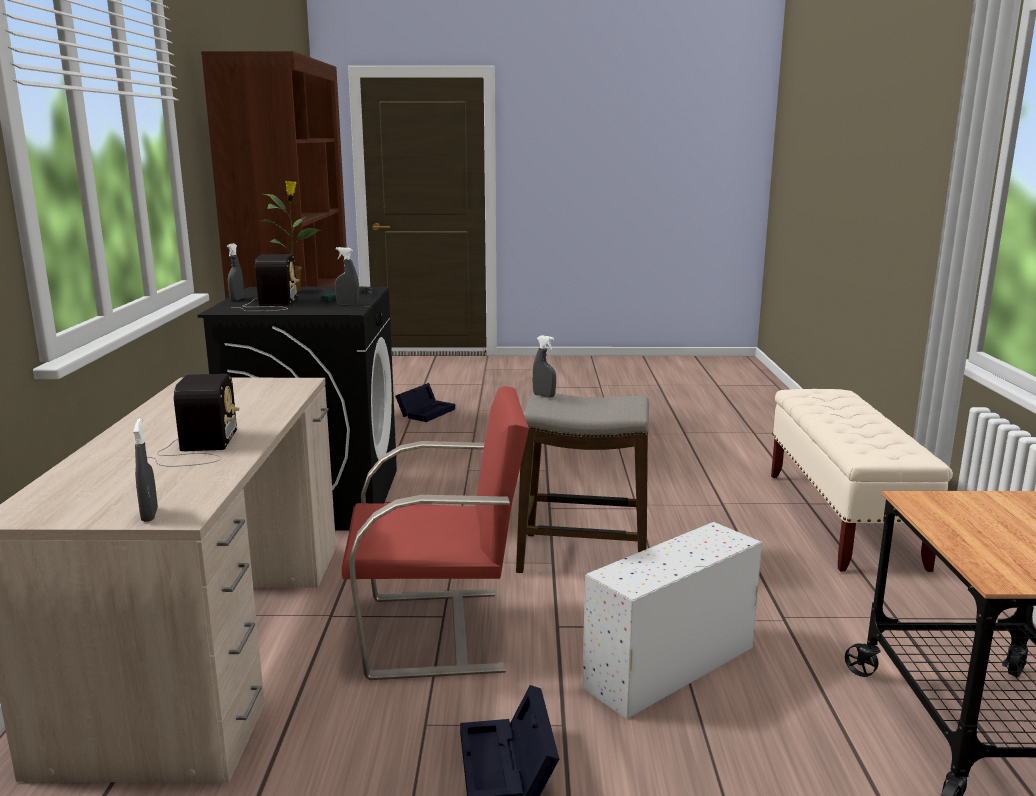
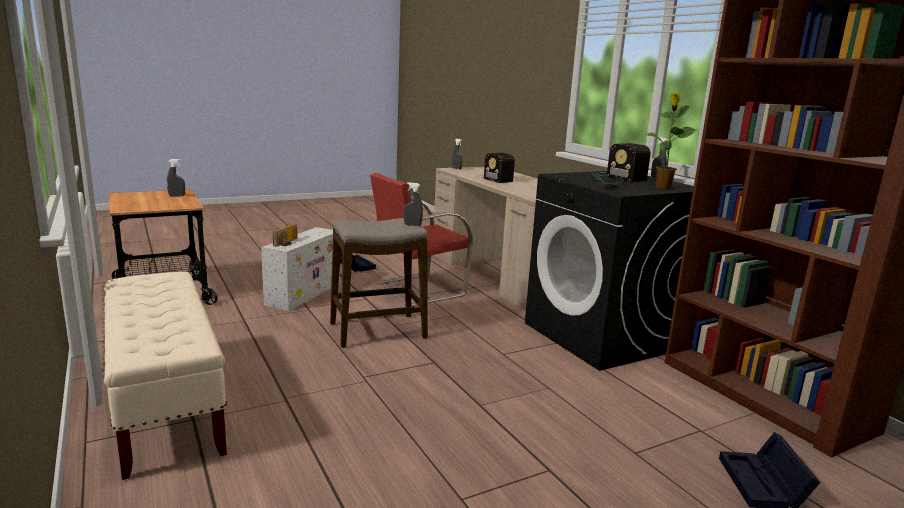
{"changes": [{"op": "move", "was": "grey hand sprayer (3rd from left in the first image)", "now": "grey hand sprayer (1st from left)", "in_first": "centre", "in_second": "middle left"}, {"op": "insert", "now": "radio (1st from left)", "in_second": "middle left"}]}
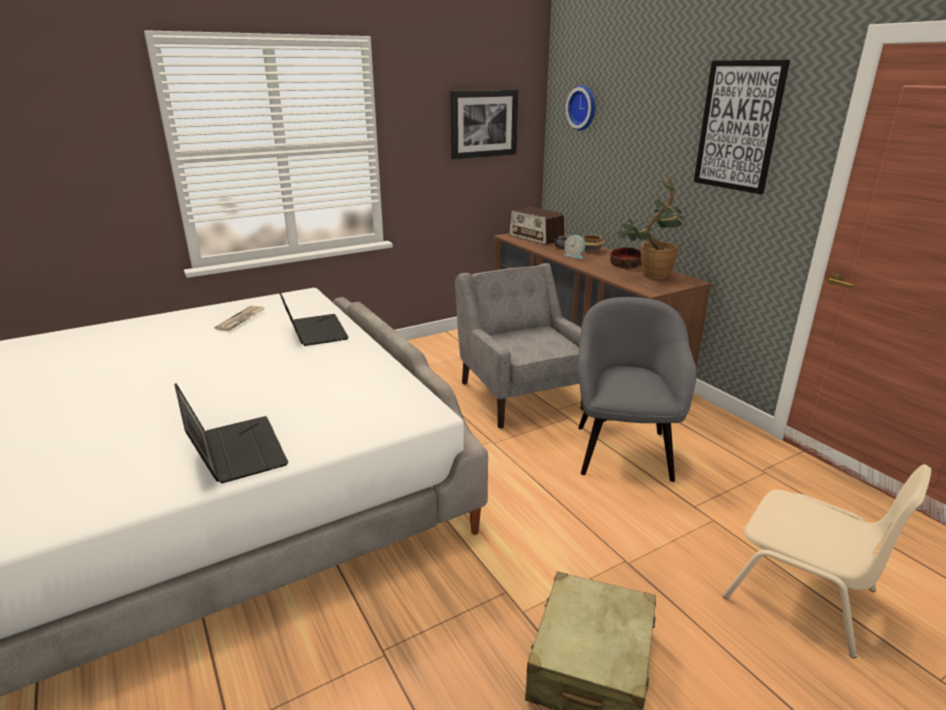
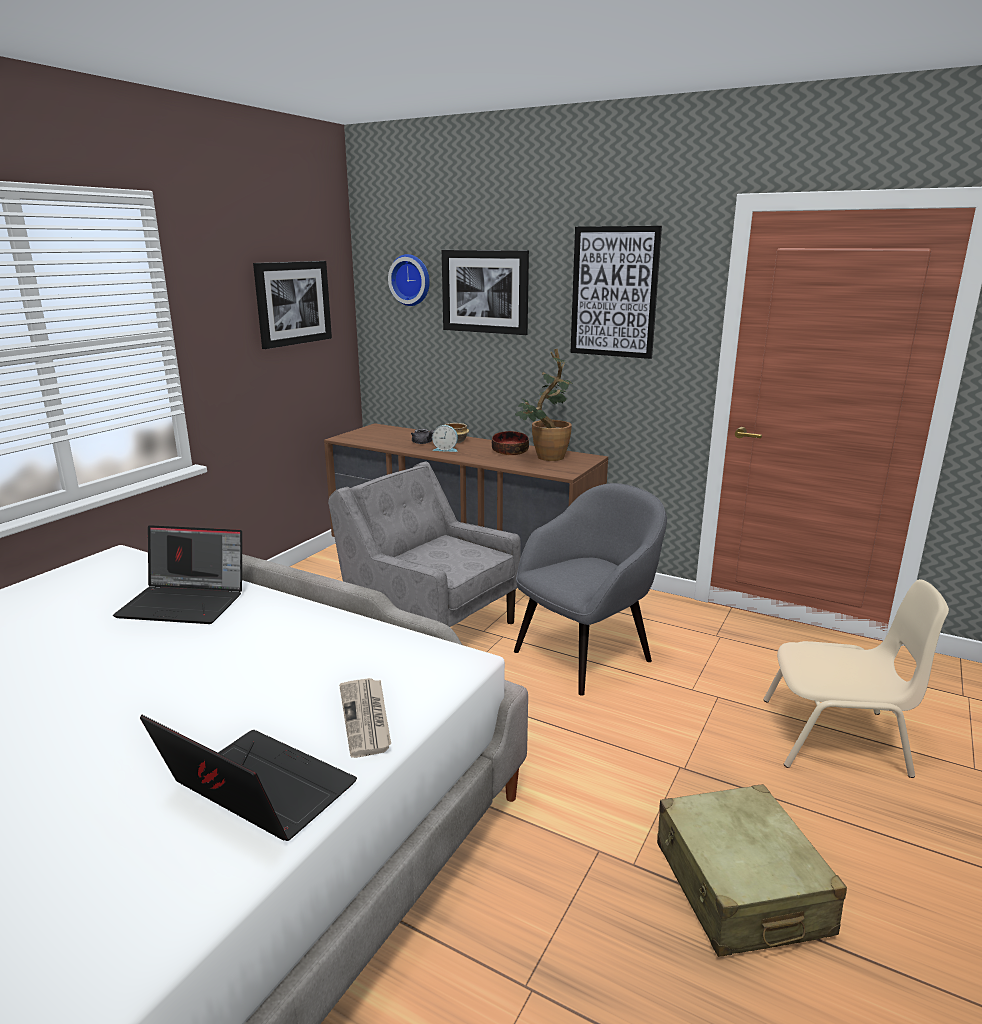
{"changes": [{"op": "delete", "was": "radio", "in_first": "top centre"}, {"op": "rotate", "was": "notebook computer (2nd from left in the first image)", "in_first": "middle left", "in_second": "middle left", "clockwise": 150}, {"op": "rotate", "was": "grey easy chair (2nd from left)", "in_first": "middle right", "in_second": "centre", "clockwise": 75}, {"op": "move", "was": "newspaper", "in_first": "middle left", "in_second": "bottom centre"}, {"op": "insert", "now": "wall picture (2nd from left)", "in_second": "top centre"}]}
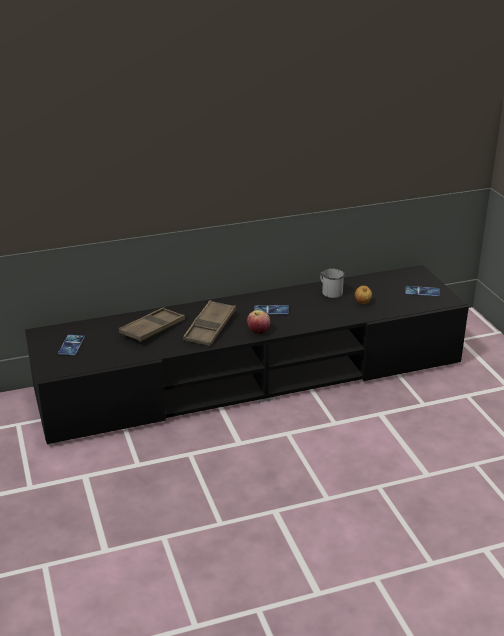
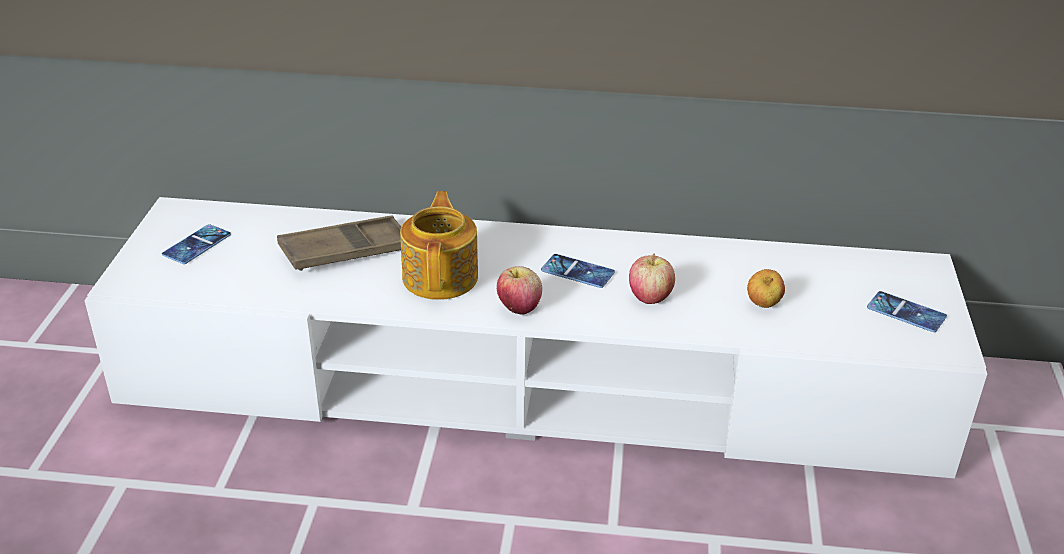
{"changes": [{"op": "recolor", "was": "black-coloured tv stand", "now": "white-coloured tv stand", "in_first": "centre", "in_second": "centre"}, {"op": "delete", "was": "white-coloured tea mug", "in_first": "centre"}, {"op": "replace", "was": "brown tray (2nd from left)", "now": "pot for tea", "in_first": "centre", "in_second": "centre"}, {"op": "insert", "now": "whole apple (2nd from left)", "in_second": "centre"}]}
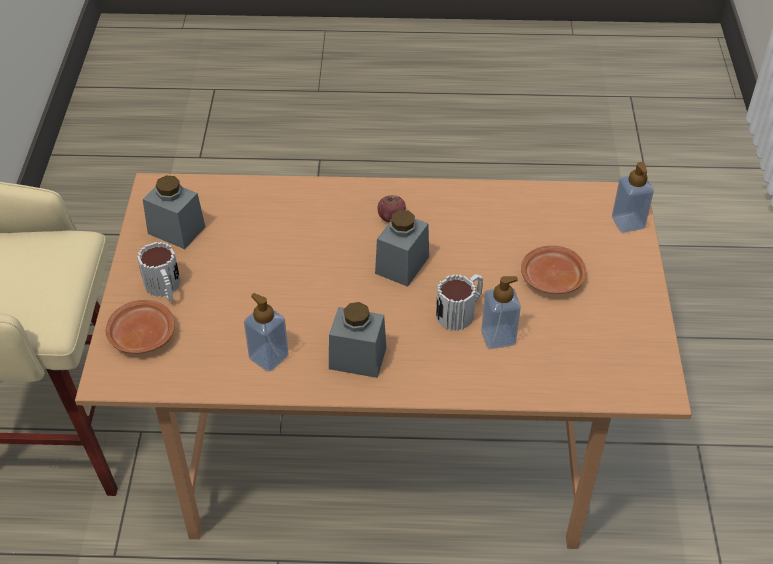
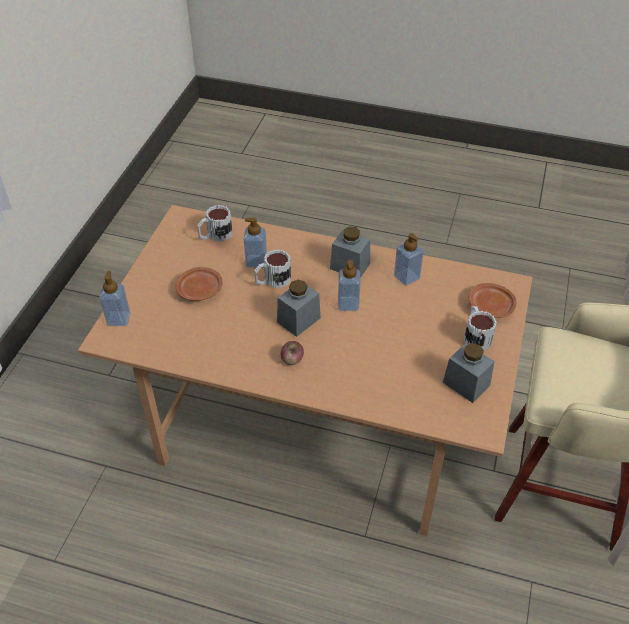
{"changes": [{"op": "insert", "now": "tea mug (1st from left)", "in_second": "centre"}, {"op": "insert", "now": "soap dispenser (3rd from left)", "in_second": "centre"}]}
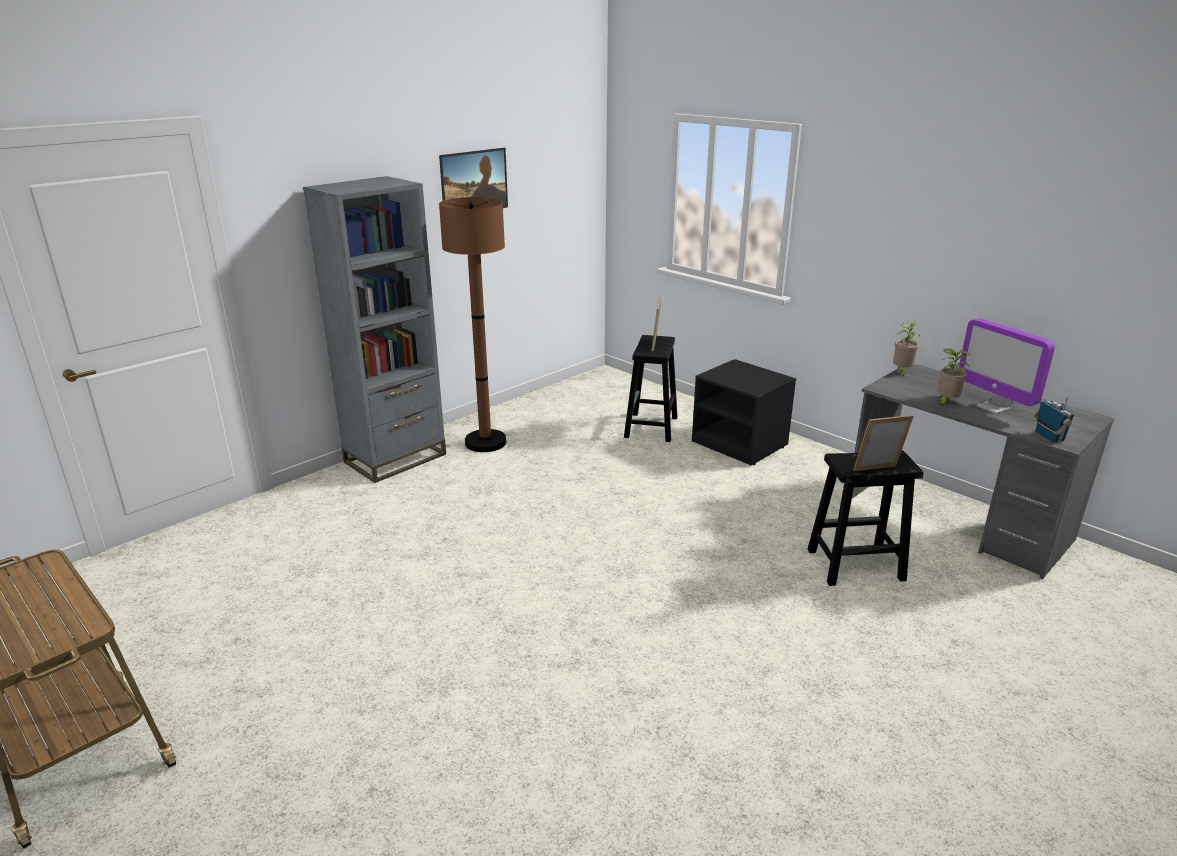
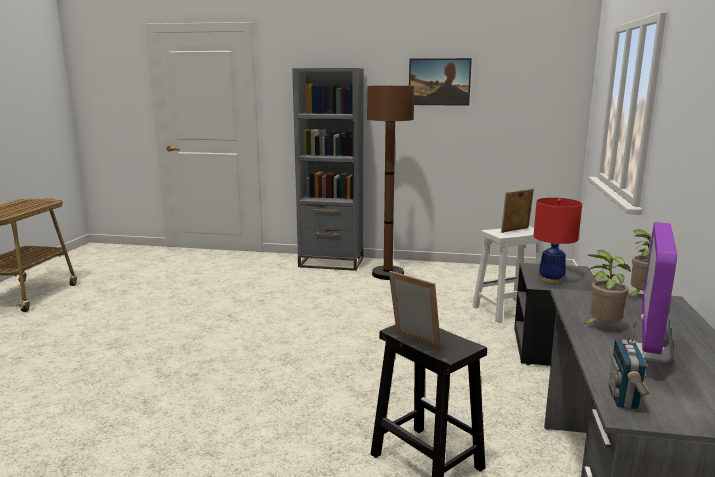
{"changes": [{"op": "recolor", "was": "black-coloured stool (1st from left)", "now": "white-coloured stool", "in_first": "centre", "in_second": "middle right"}, {"op": "rotate", "was": "radio", "in_first": "middle right", "in_second": "bottom right", "clockwise": 150}, {"op": "insert", "now": "red-coloured lamp for a table", "in_second": "middle right"}]}
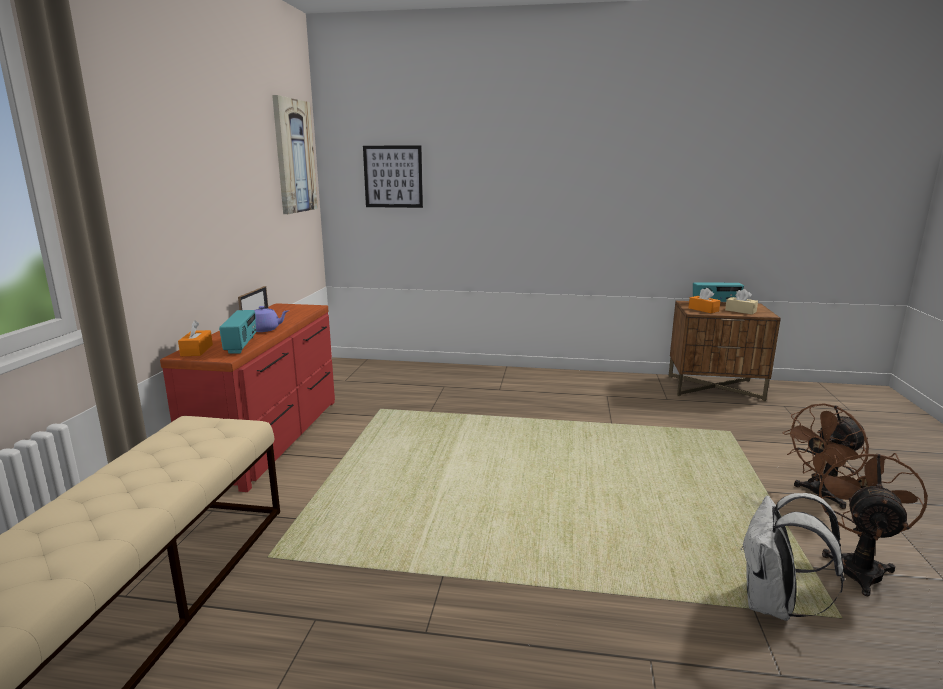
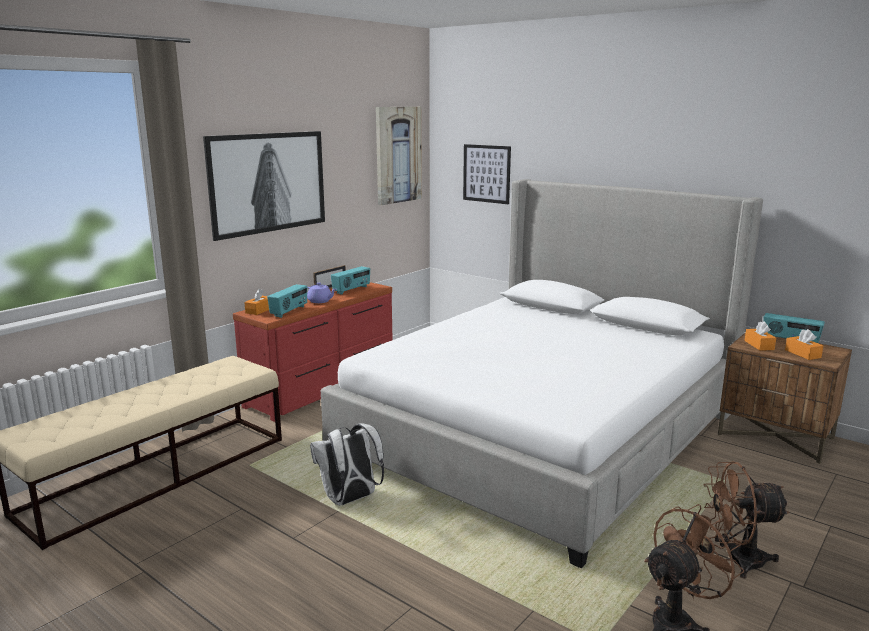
{"changes": [{"op": "recolor", "was": "sand-coloured tissue holder", "now": "orangey tissue holder (3rd from left)", "in_first": "middle right", "in_second": "middle right"}, {"op": "move", "was": "white-coloured rucksack", "in_first": "bottom right", "in_second": "bottom centre"}, {"op": "insert", "now": "wall picture (1st from left)", "in_second": "top left"}, {"op": "insert", "now": "sleeping bed", "in_second": "centre"}, {"op": "insert", "now": "radio (2nd from left)", "in_second": "centre"}]}
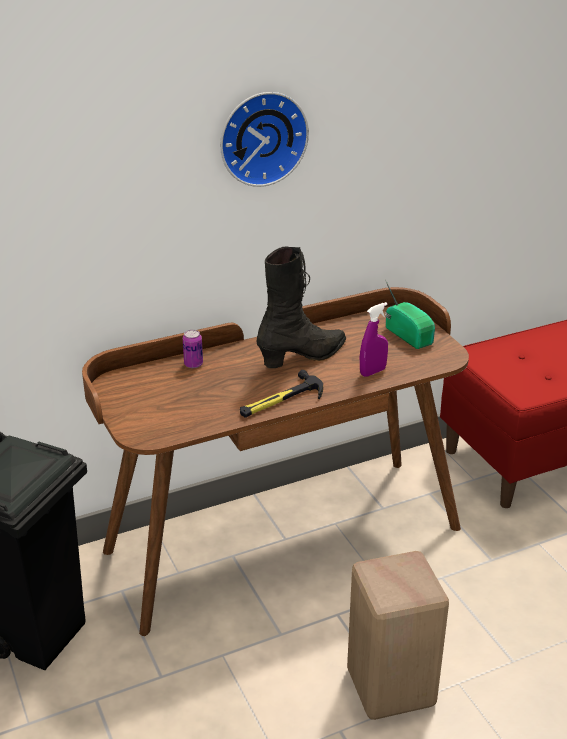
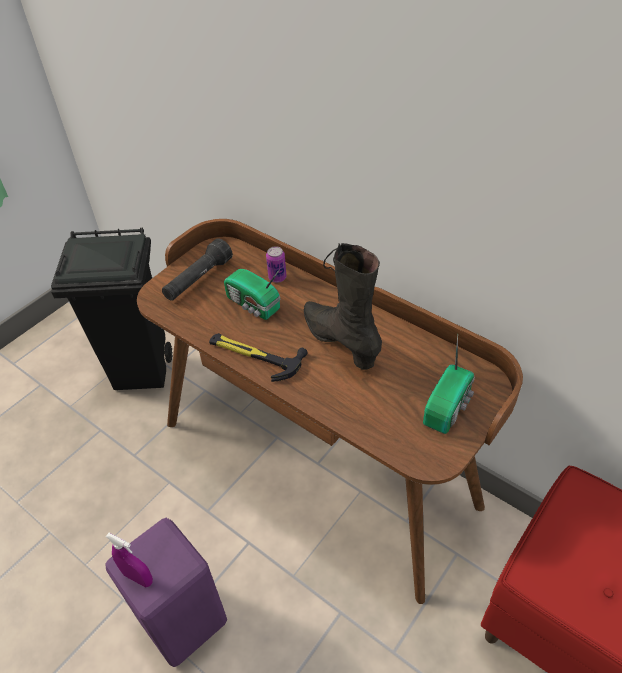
{"changes": [{"op": "delete", "was": "hanging clock", "in_first": "top centre"}, {"op": "rotate", "was": "black-coloured tall boot", "in_first": "centre", "in_second": "centre", "clockwise": -150}, {"op": "move", "was": "purple hand sprayer", "in_first": "centre", "in_second": "bottom left"}, {"op": "recolor", "was": "sand-coloured stool", "now": "purple stool", "in_first": "bottom right", "in_second": "bottom left"}, {"op": "insert", "now": "black-coloured flashlight", "in_second": "middle left"}, {"op": "insert", "now": "radio (1st from left)", "in_second": "centre"}]}
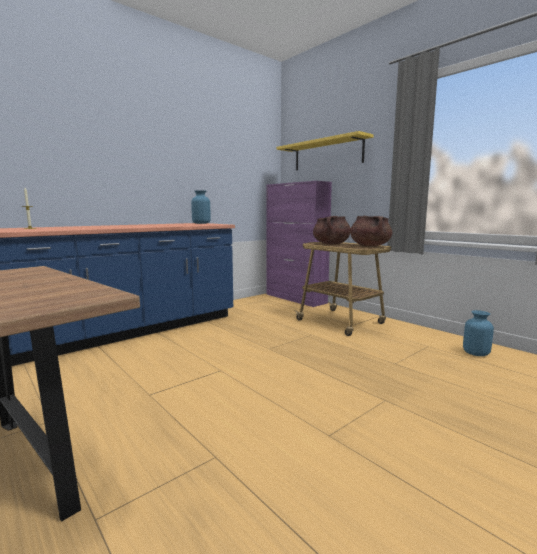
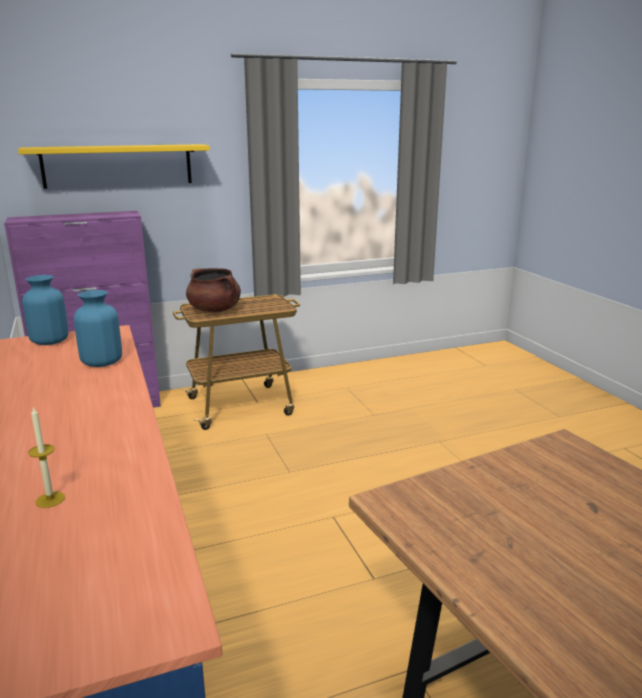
{"changes": [{"op": "delete", "was": "brown cooking pot (2nd from left)", "in_first": "middle right"}, {"op": "move", "was": "blue-coloured flower vase (2nd from left)", "in_first": "middle right", "in_second": "middle left"}]}
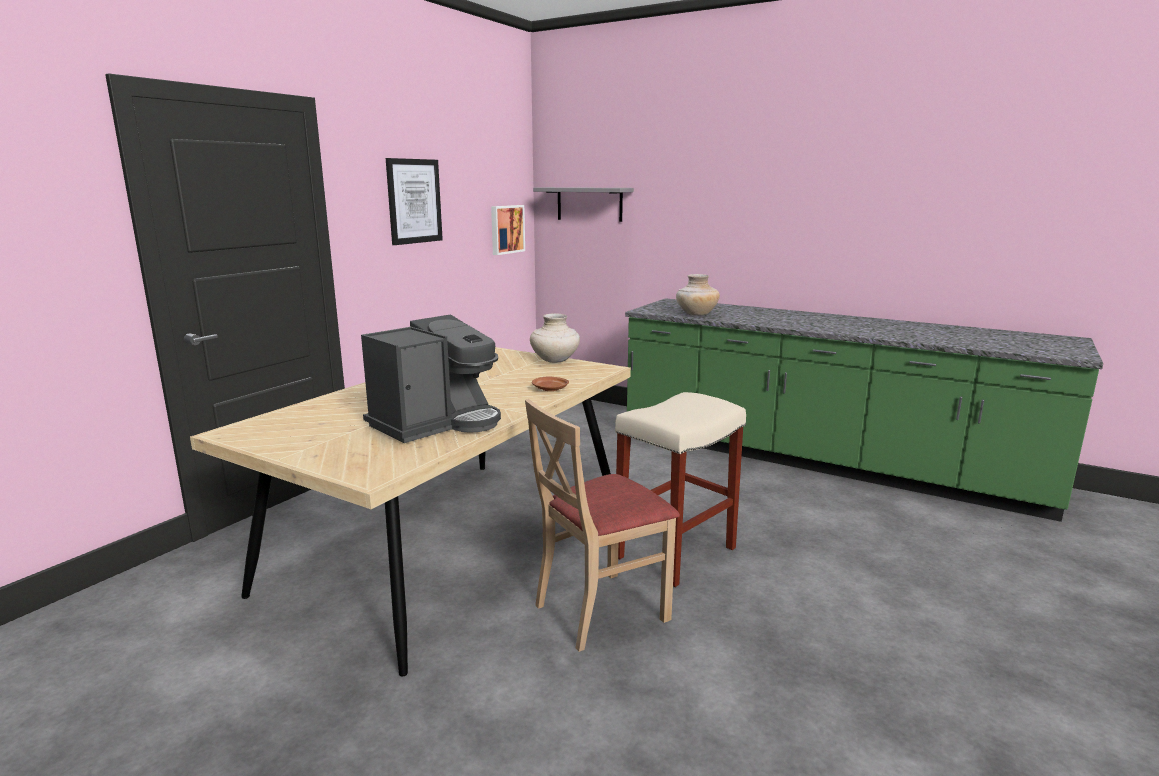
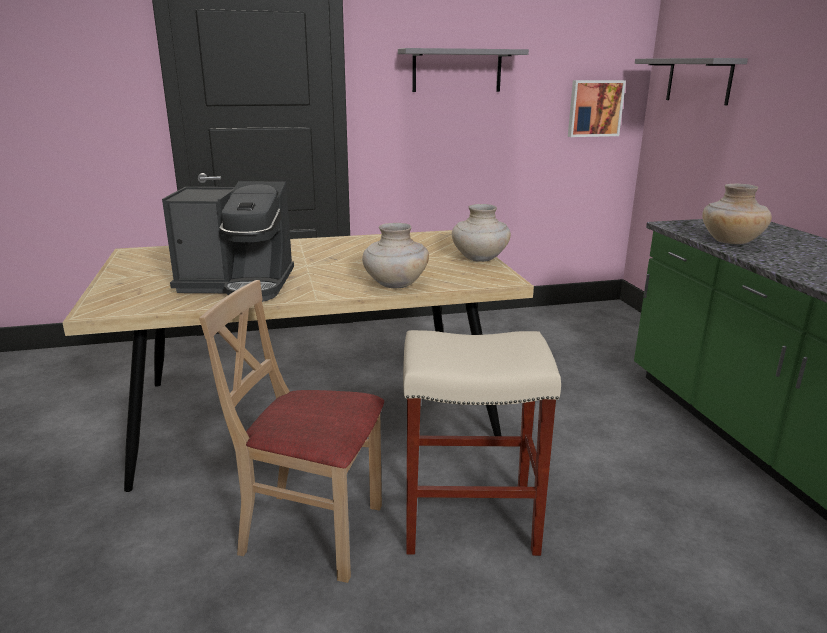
{"changes": [{"op": "replace", "was": "wall picture (1st from left)", "now": "grey shelf (1st from left)", "in_first": "top centre", "in_second": "top centre"}, {"op": "replace", "was": "brown flat dish", "now": "sand-coloured flower vase (1st from left)", "in_first": "centre", "in_second": "centre"}]}
